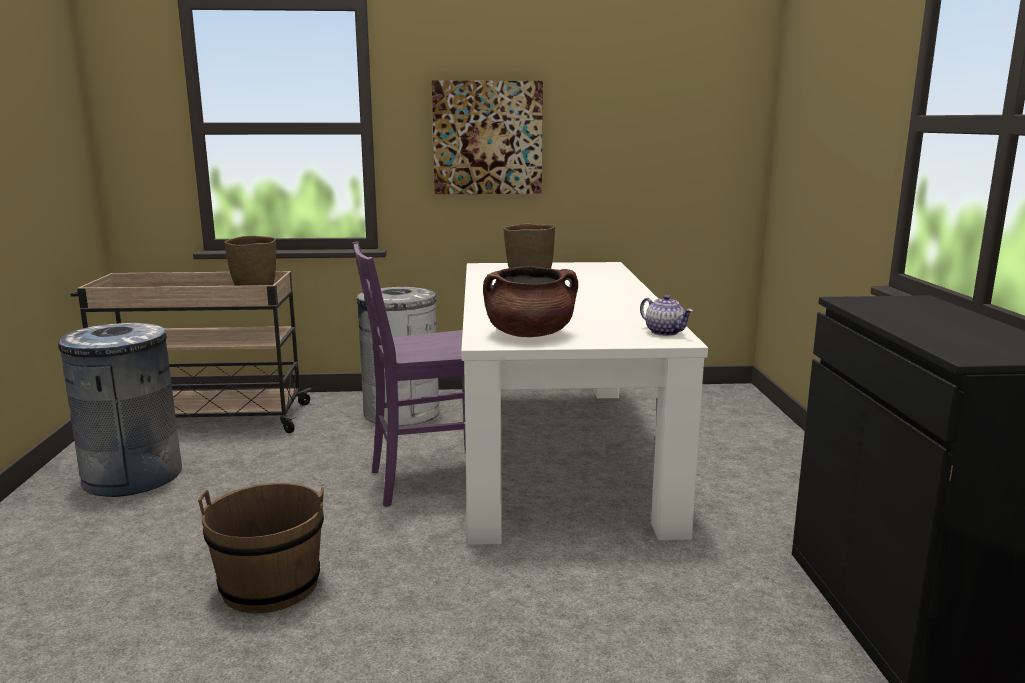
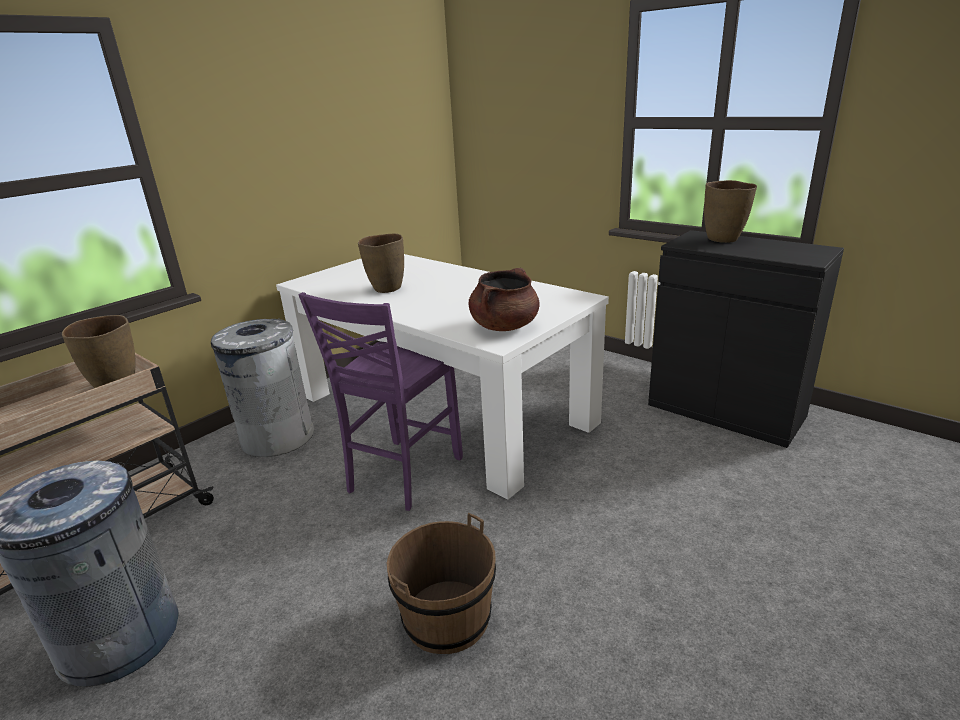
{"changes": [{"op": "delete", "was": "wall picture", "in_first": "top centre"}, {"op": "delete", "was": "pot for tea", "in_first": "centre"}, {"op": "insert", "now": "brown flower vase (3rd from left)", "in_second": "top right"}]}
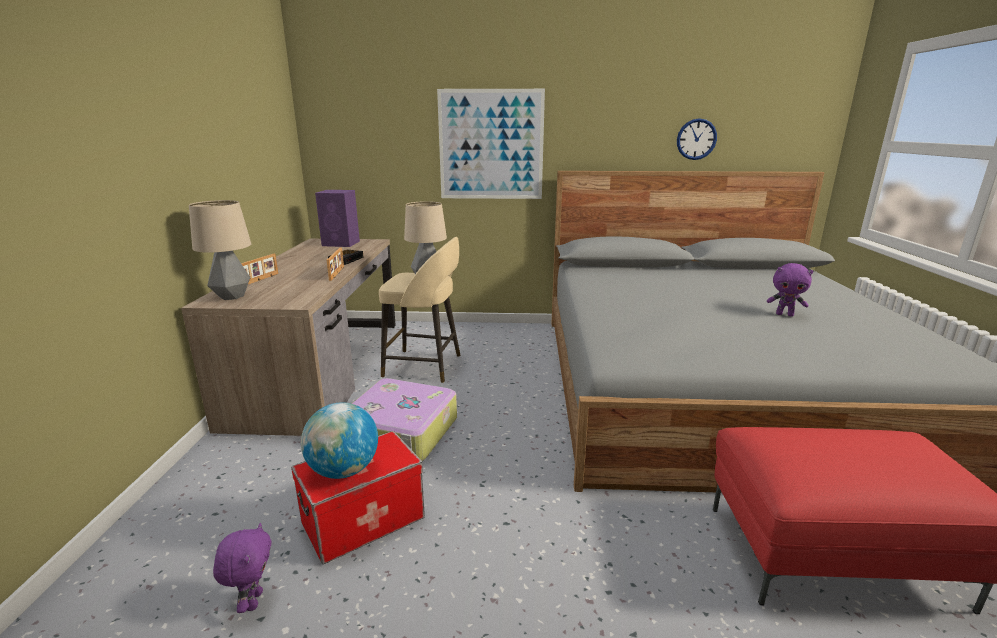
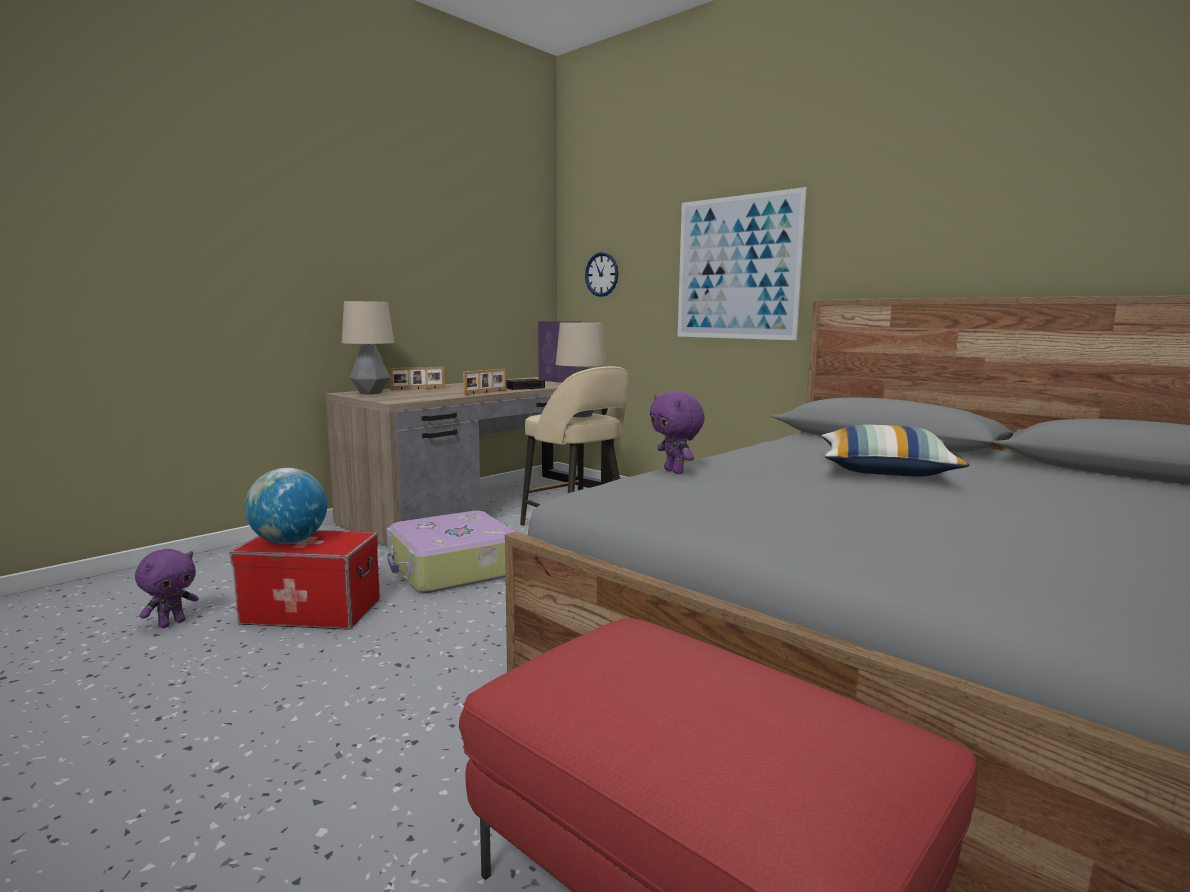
{"changes": [{"op": "move", "was": "hanging clock", "in_first": "top right", "in_second": "top centre"}, {"op": "move", "was": "purple plush toy (2nd from left)", "in_first": "middle right", "in_second": "centre"}, {"op": "insert", "now": "pillow", "in_second": "middle right"}]}
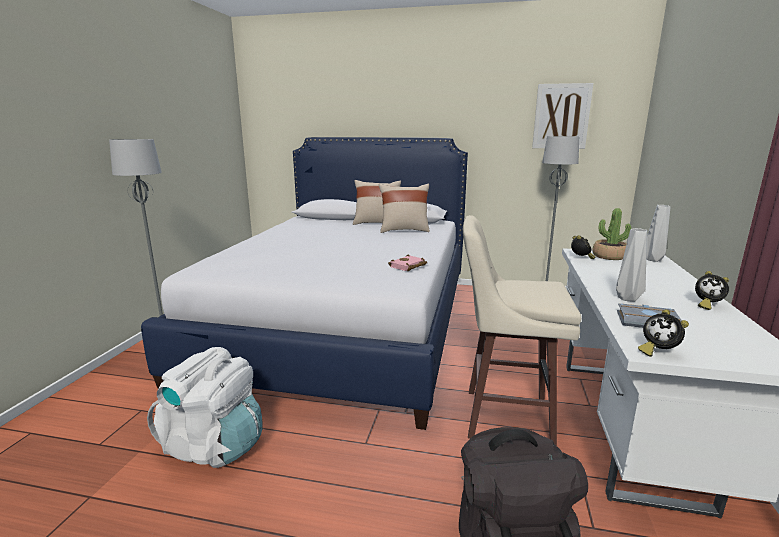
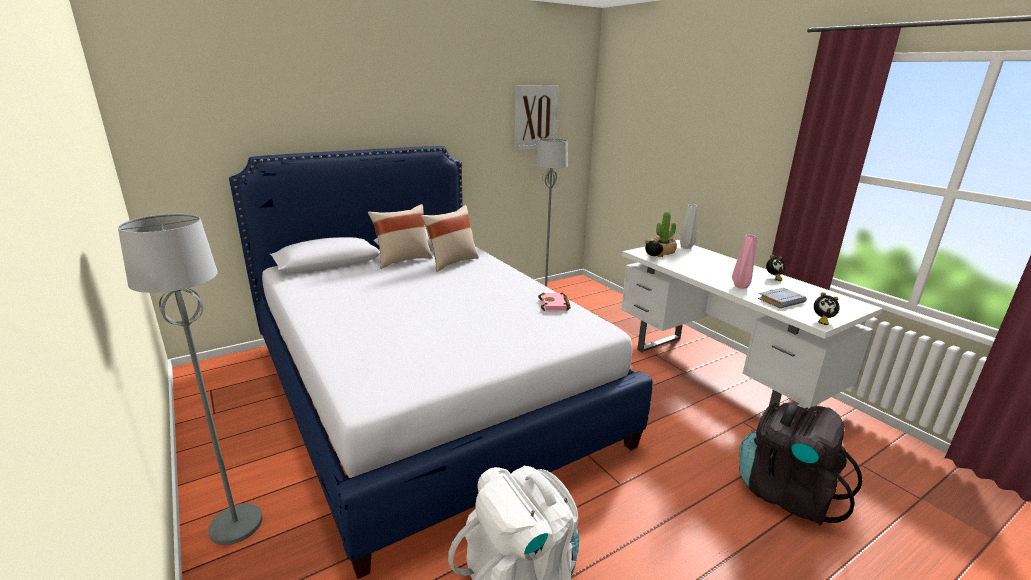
{"changes": [{"op": "delete", "was": "sand-coloured stool", "in_first": "middle right"}, {"op": "recolor", "was": "grey flower vase (1st from left)", "now": "pink flower vase", "in_first": "middle right", "in_second": "middle right"}]}
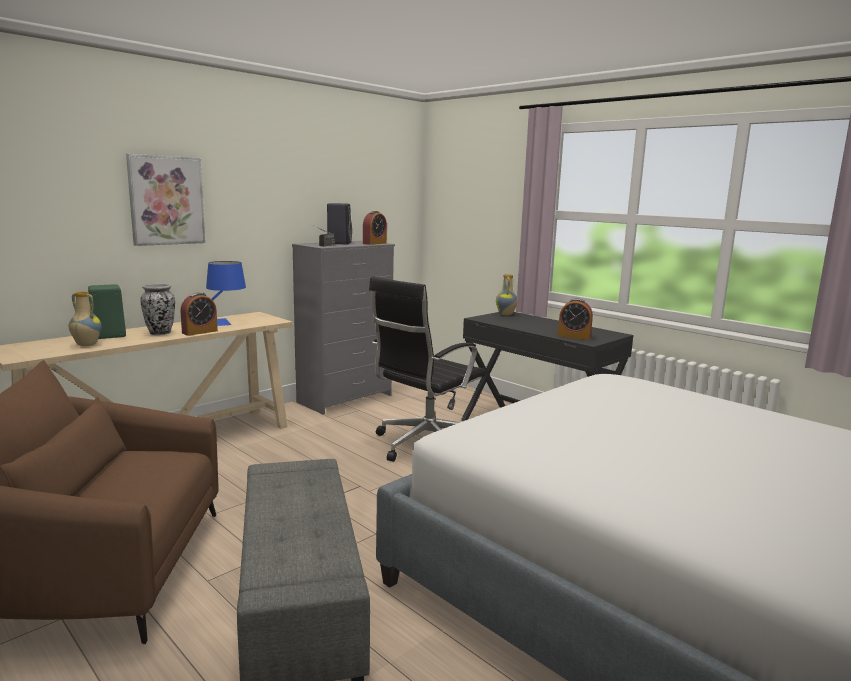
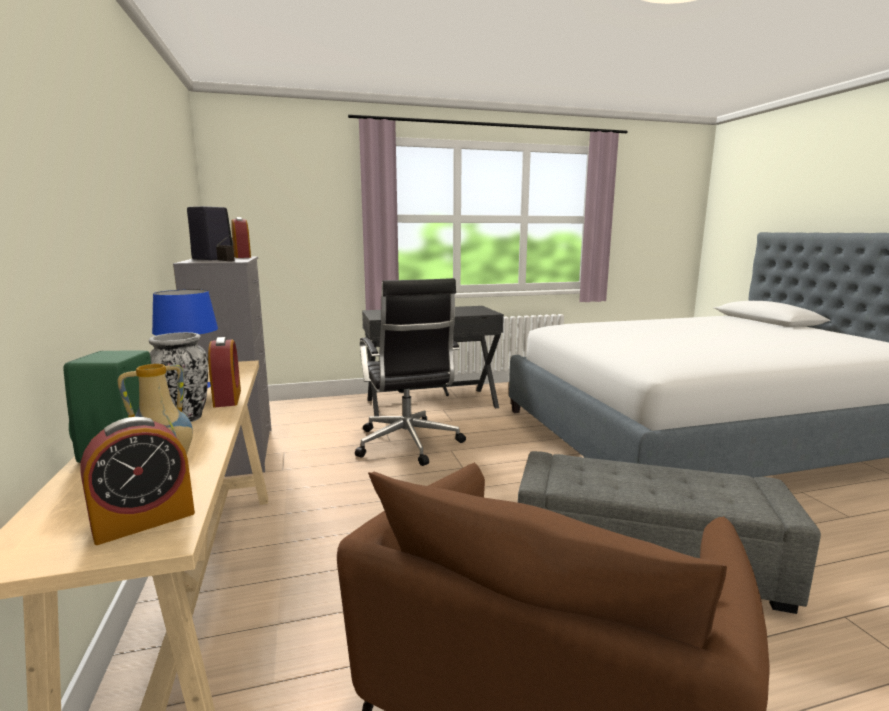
{"changes": [{"op": "delete", "was": "wall picture", "in_first": "top left"}, {"op": "delete", "was": "flower vase (3rd from left)", "in_first": "centre"}, {"op": "move", "was": "bedside clock (3rd from left in the first image)", "now": "bedside clock (1st from left)", "in_first": "middle right", "in_second": "bottom left"}]}
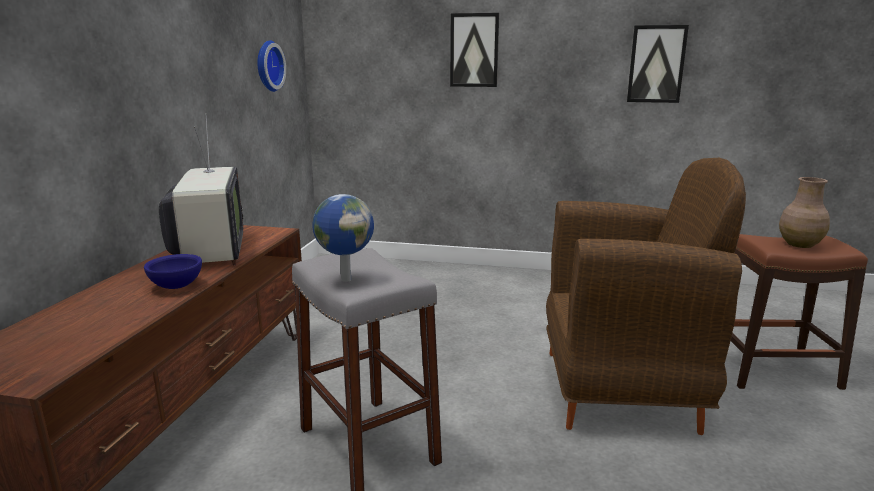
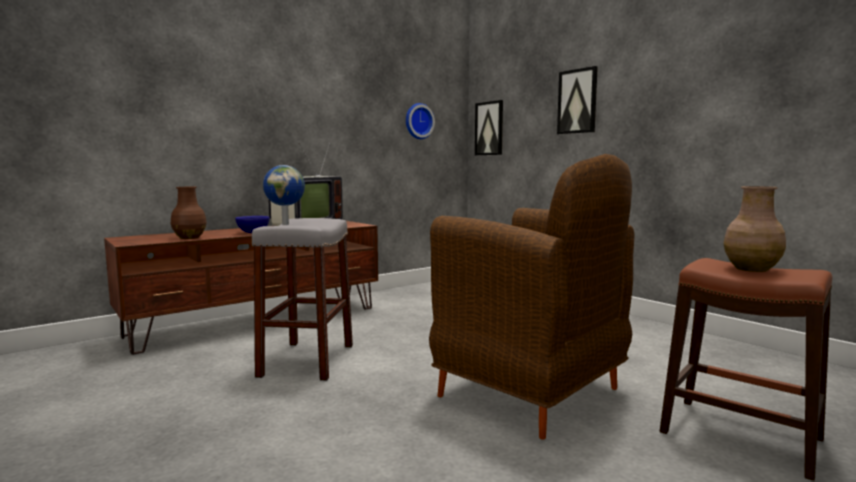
{"changes": [{"op": "move", "was": "wall picture (2nd from left in the first image)", "now": "wall picture (1st from left)", "in_first": "top right", "in_second": "top centre"}, {"op": "insert", "now": "brown flower vase (1st from left)", "in_second": "middle left"}]}
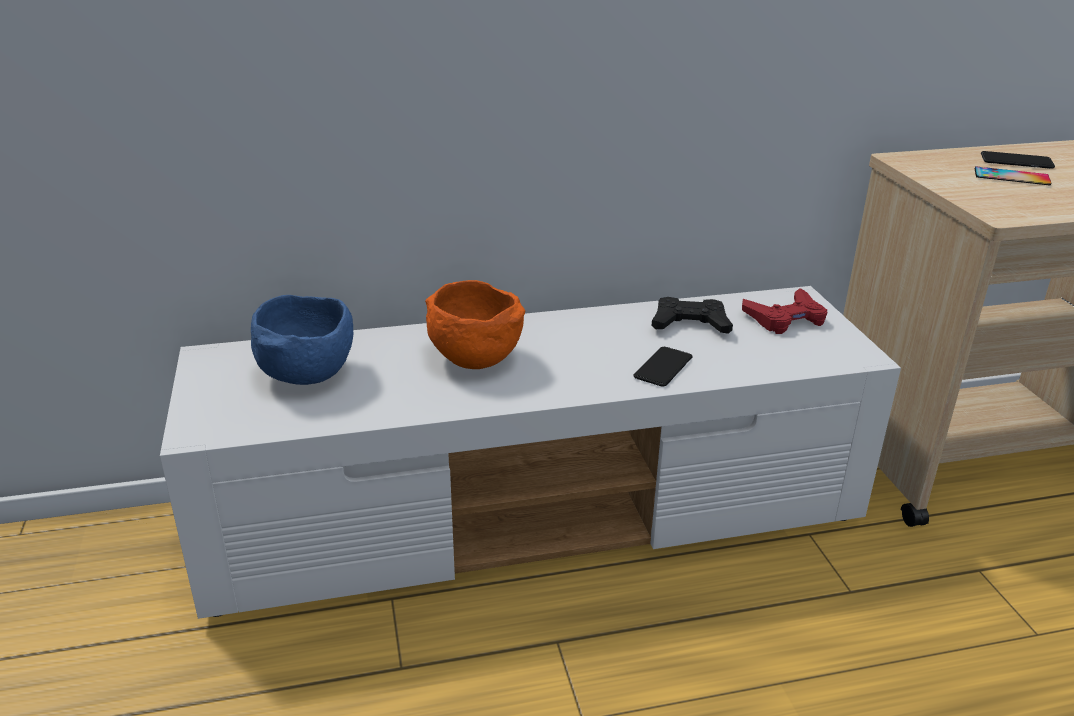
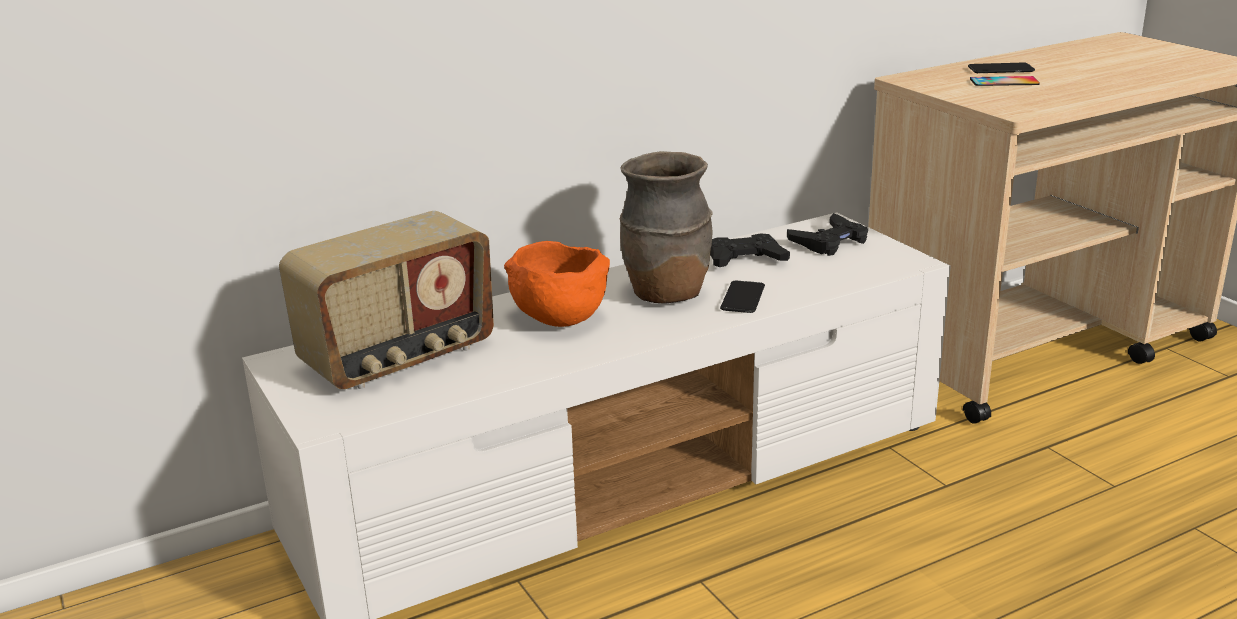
{"changes": [{"op": "recolor", "was": "red-coloured gamepad", "now": "black-coloured gamepad (2nd from left)", "in_first": "middle right", "in_second": "middle right"}, {"op": "replace", "was": "blue-coloured bowl", "now": "radio", "in_first": "middle left", "in_second": "middle left"}, {"op": "insert", "now": "brown flower vase", "in_second": "centre"}]}
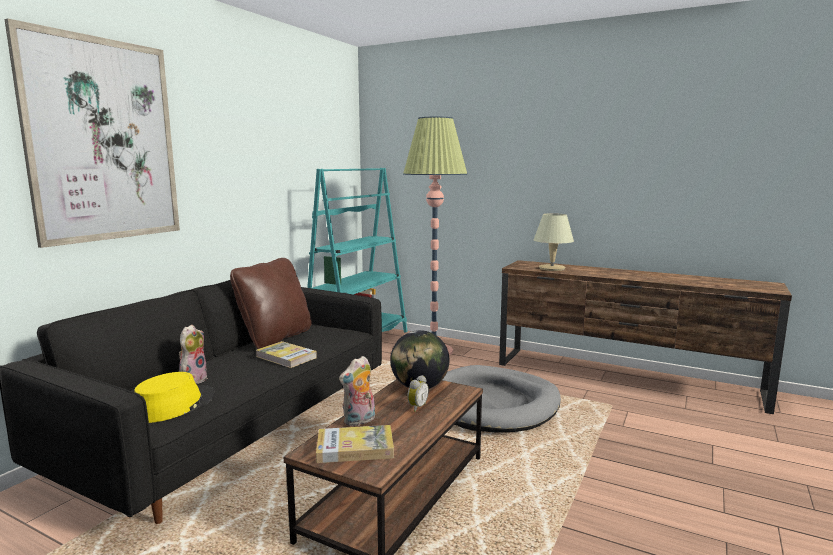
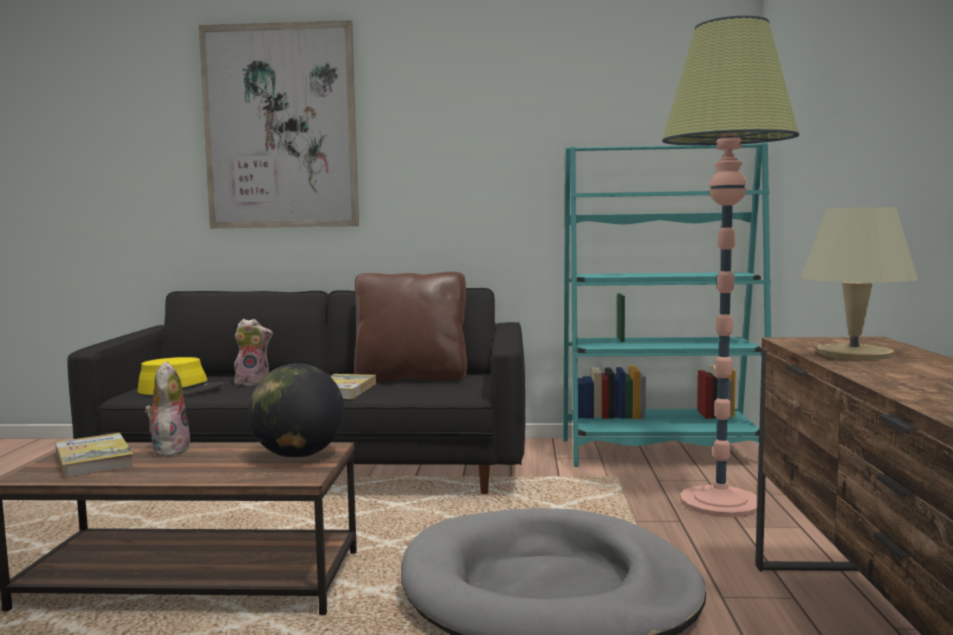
{"changes": [{"op": "rotate", "was": "plush toy (2nd from left in the first image)", "in_first": "bottom centre", "in_second": "middle left", "clockwise": 60}, {"op": "delete", "was": "bedside clock", "in_first": "bottom centre"}]}
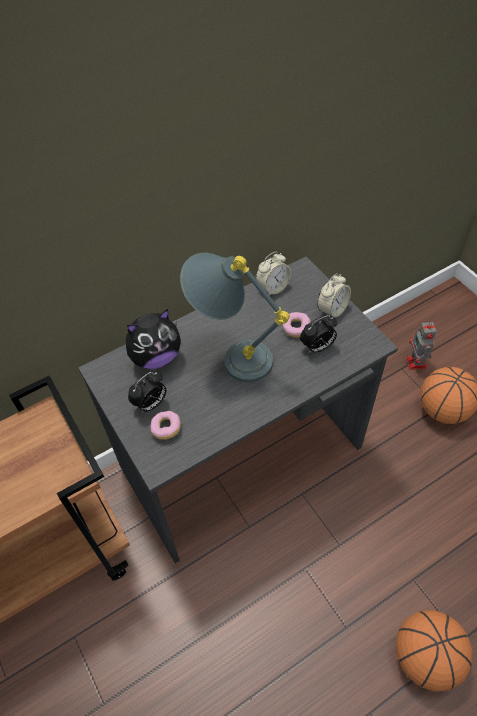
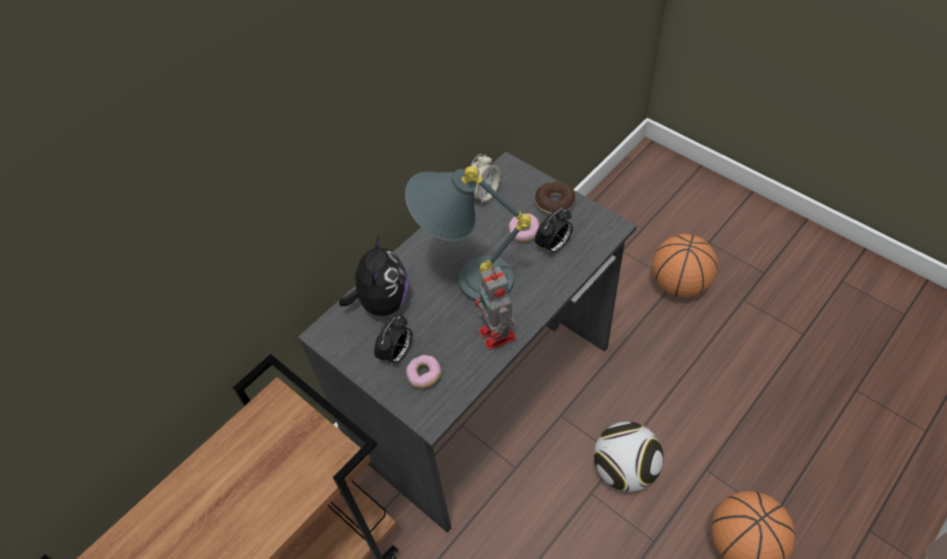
{"changes": [{"op": "replace", "was": "bedside clock (4th from left)", "now": "ring doughnut (3rd from left)", "in_first": "middle right", "in_second": "centre"}, {"op": "rotate", "was": "plush toy", "in_first": "middle left", "in_second": "centre", "clockwise": -45}, {"op": "move", "was": "model robot", "in_first": "middle right", "in_second": "centre"}, {"op": "insert", "now": "ball for football", "in_second": "bottom centre"}]}
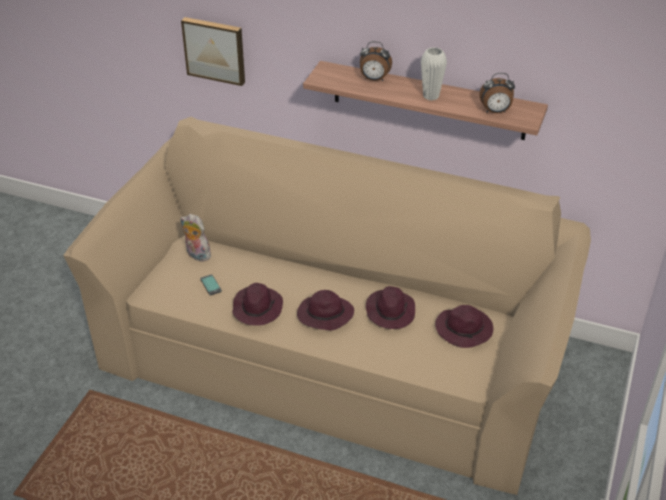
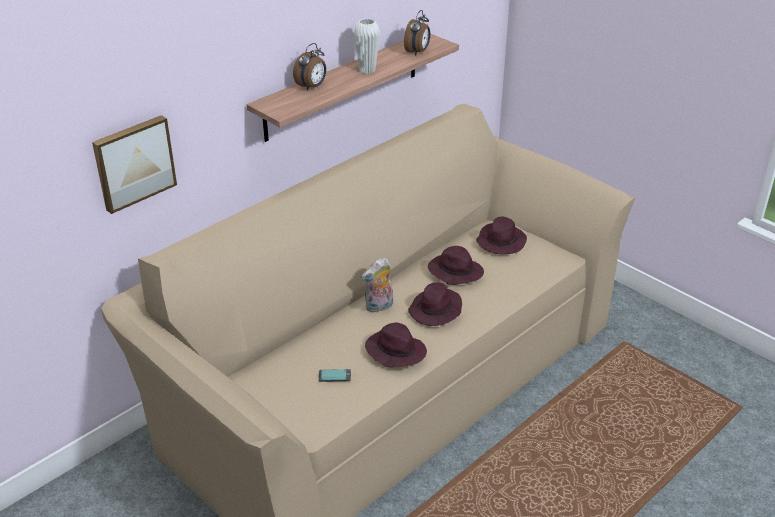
{"changes": [{"op": "move", "was": "plush toy", "in_first": "middle left", "in_second": "centre"}]}
